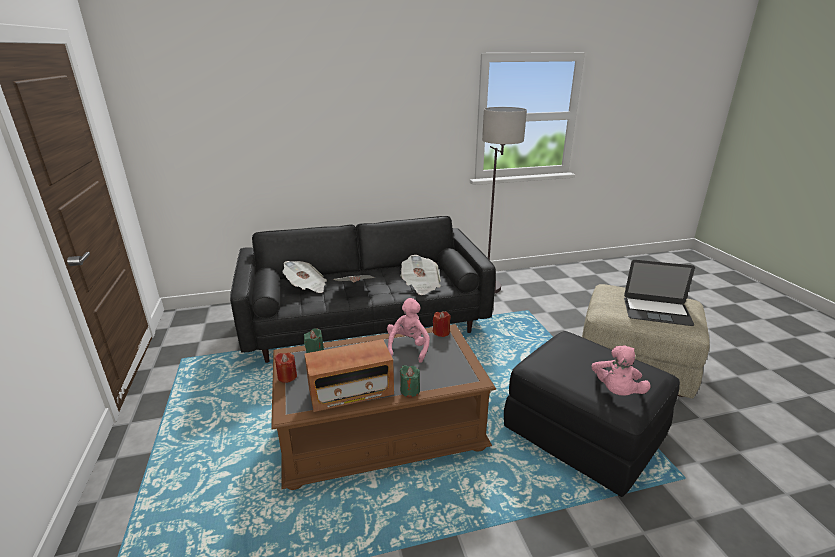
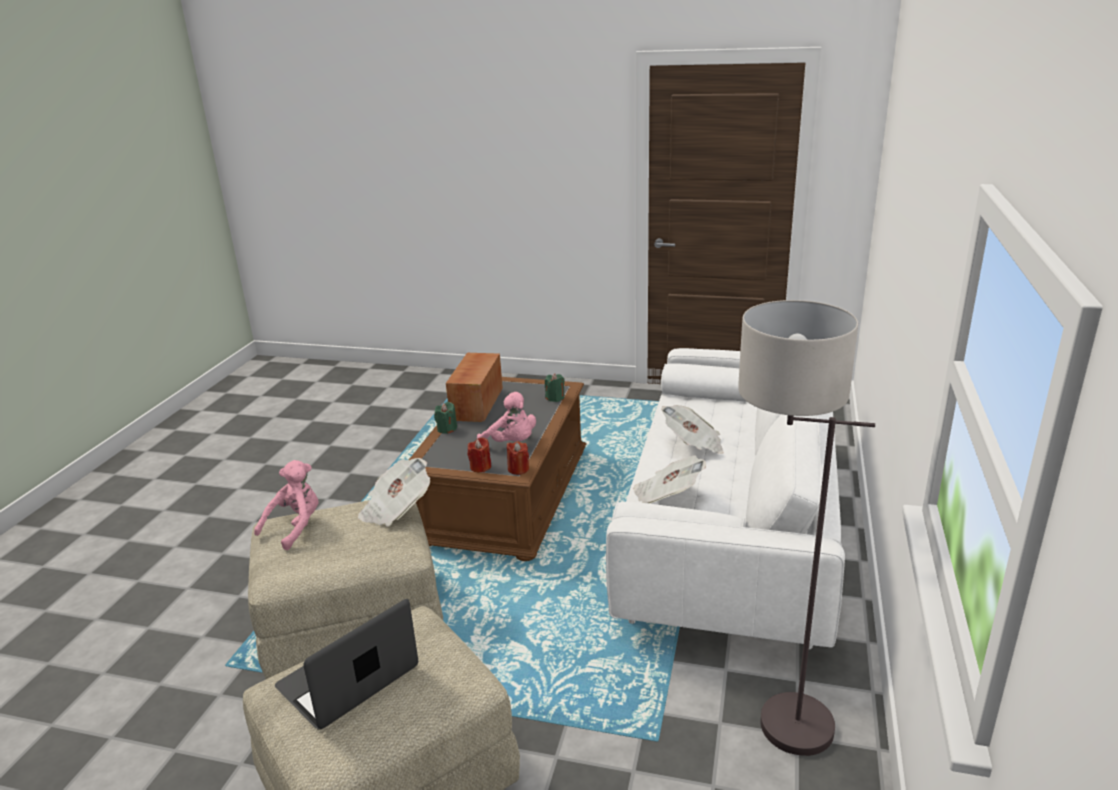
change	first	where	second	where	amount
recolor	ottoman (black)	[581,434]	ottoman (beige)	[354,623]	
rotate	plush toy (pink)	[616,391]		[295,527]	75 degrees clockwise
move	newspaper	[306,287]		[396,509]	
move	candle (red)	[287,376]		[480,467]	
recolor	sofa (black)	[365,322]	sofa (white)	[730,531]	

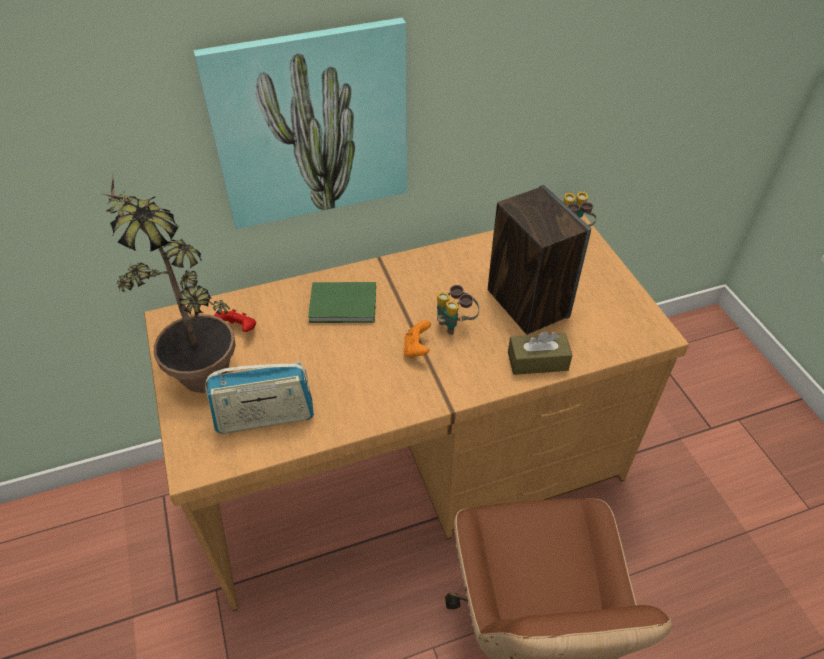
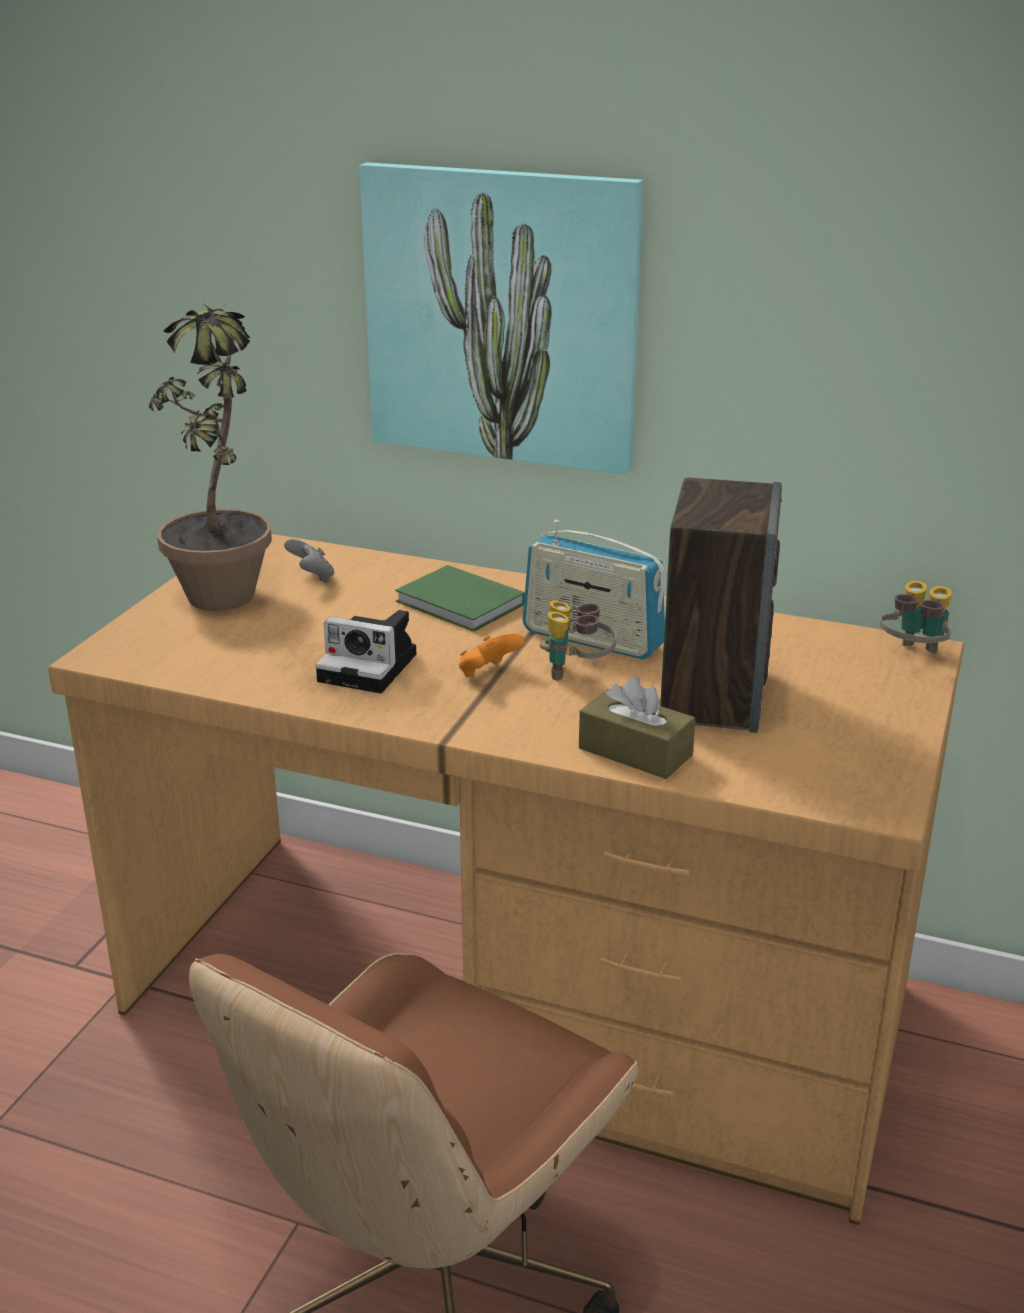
change	first	where	second	where	amount
recolor	game controller (red)	[239,329]	game controller (grey)	[312,577]	
insert			photo camera	[372,667]	
move	radio	[265,417]		[592,639]	

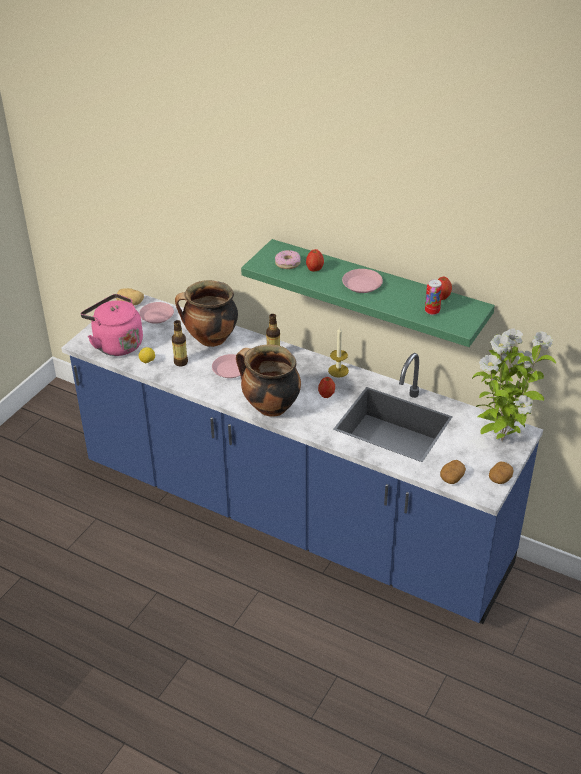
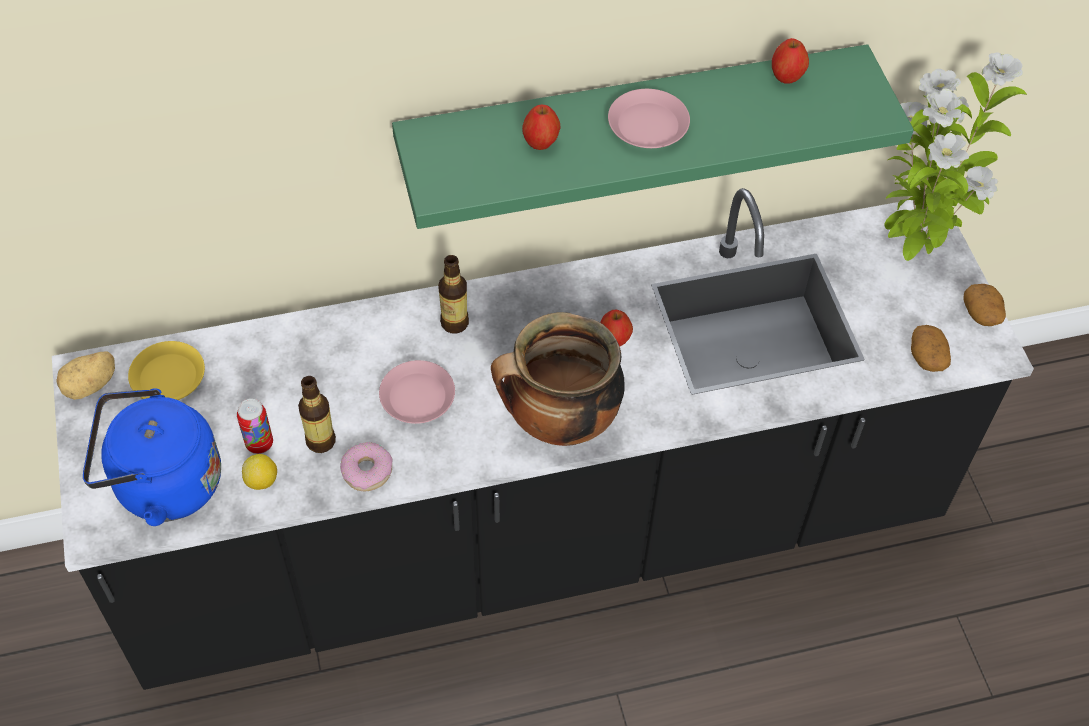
change	first	where	second	where	amount
recolor	counter (blue)	[292,517]	counter (black)	[539,540]	
recolor	kettle (pink)	[116,344]	kettle (blue)	[162,485]	
recolor	plate (pink)	[156,315]	plate (yellow)	[167,377]	
move	can	[432,311]		[259,444]	
move	donut	[287,263]		[367,471]	
delete	cooking pot	[210,340]			
delete	candle	[338,370]			

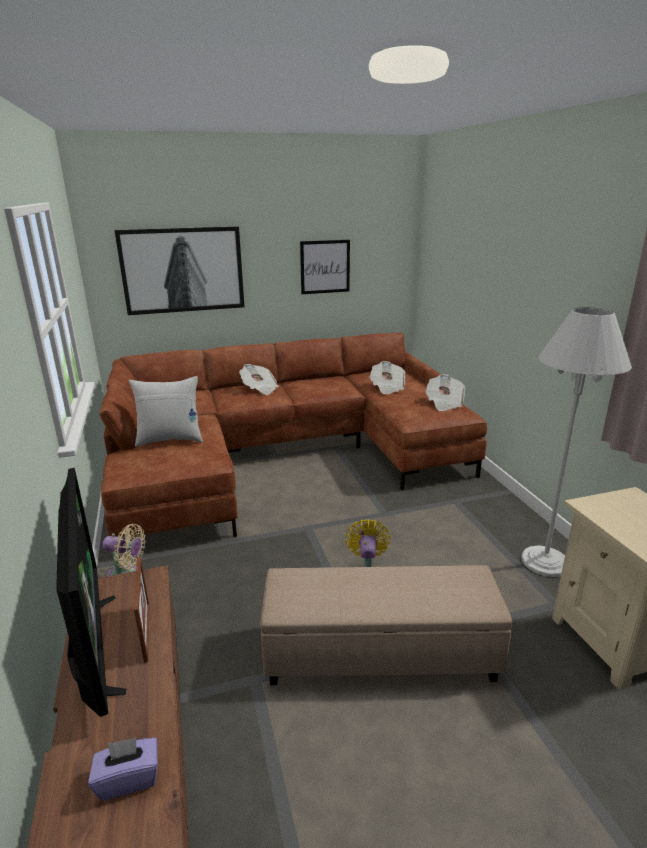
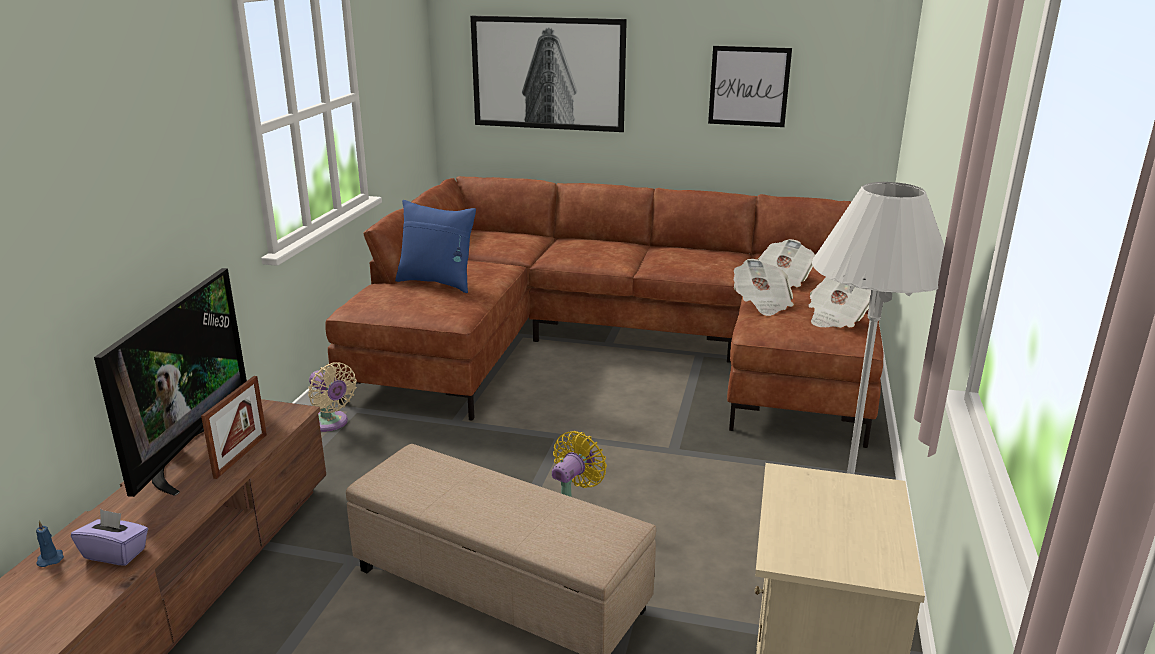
change	first	where	second	where	amount
insert			candle (blue)	[50,558]	
recolor	pillow (grey)	[170,440]	pillow (blue)	[436,283]	
move	newspaper	[259,389]		[761,303]	

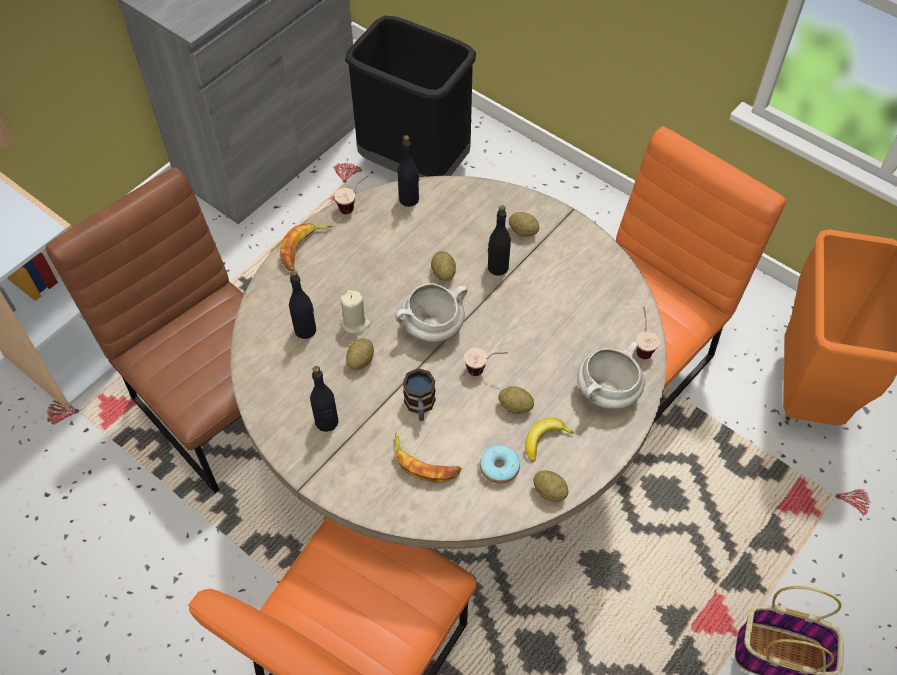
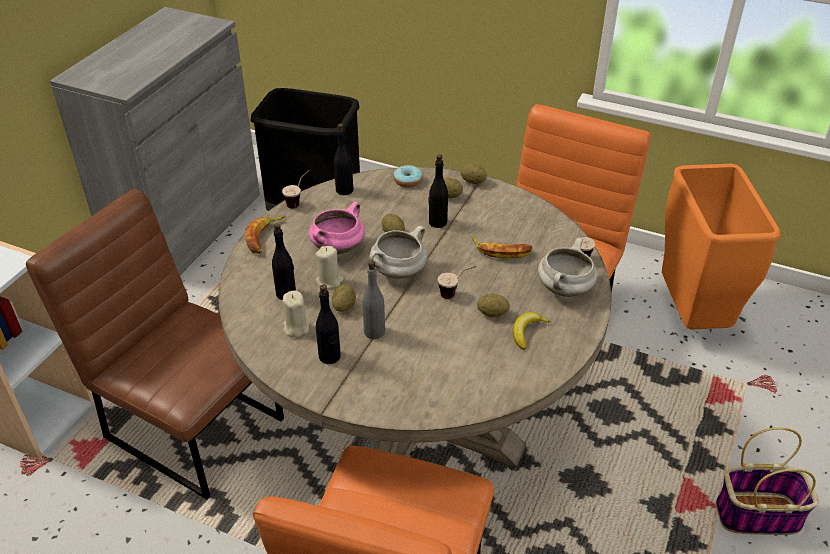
change	first	where	second	where	amount
insert			candle (beige)	[296,328]	
insert			cooking pot (pink)	[338,247]	
insert			bottle (grey)	[374,331]	
move	donut	[499,467]		[407,181]	
move	potato	[549,491]		[473,181]	
move	banana	[425,463]		[501,250]	
delete	mug	[420,406]			

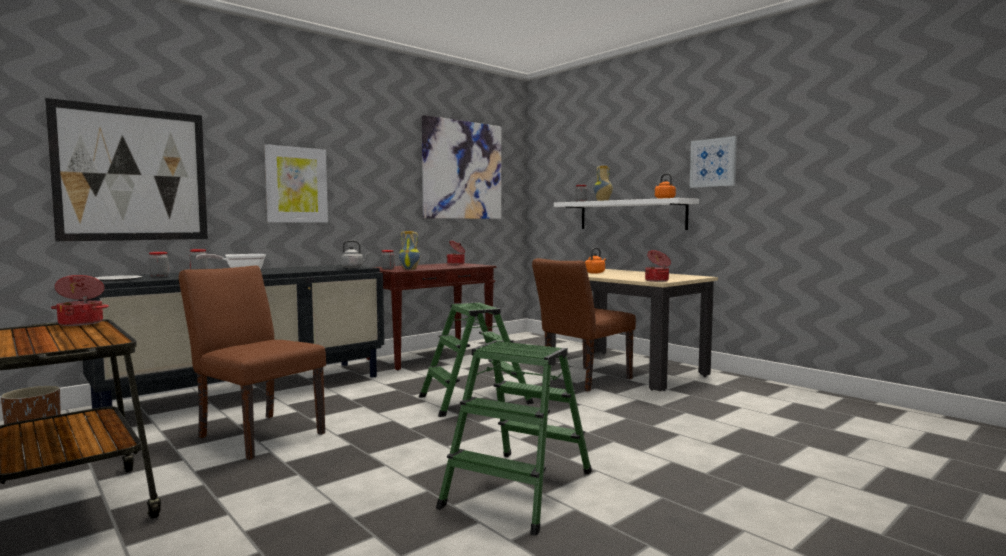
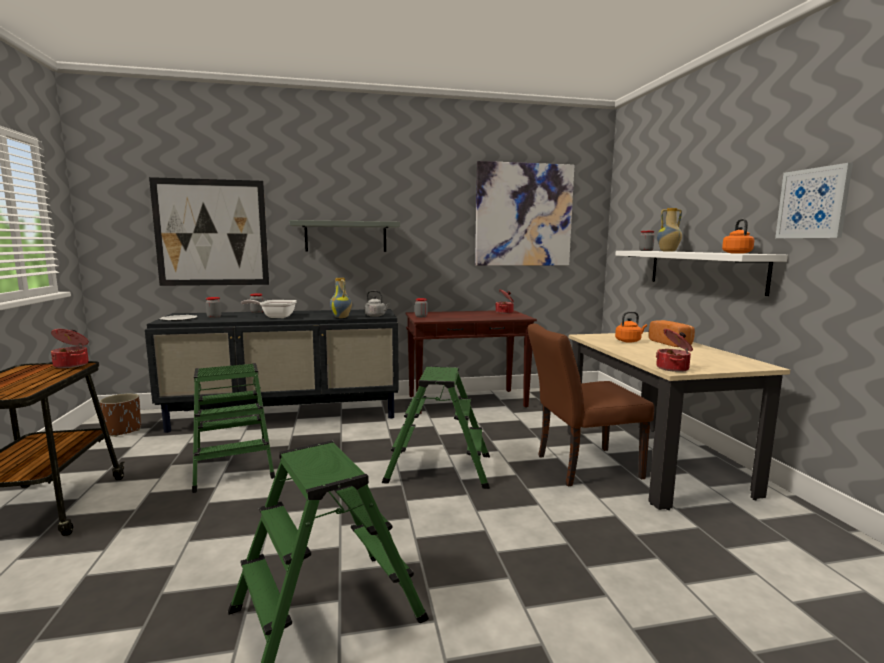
change	first	where	second	where	amount
replace	chair (brown)	[256,433]	step ladder (green)	[233,463]	
replace	picture	[296,185]	shelf (grey)	[346,236]	
move	vase	[410,269]		[342,317]	
insert			bread	[671,343]	

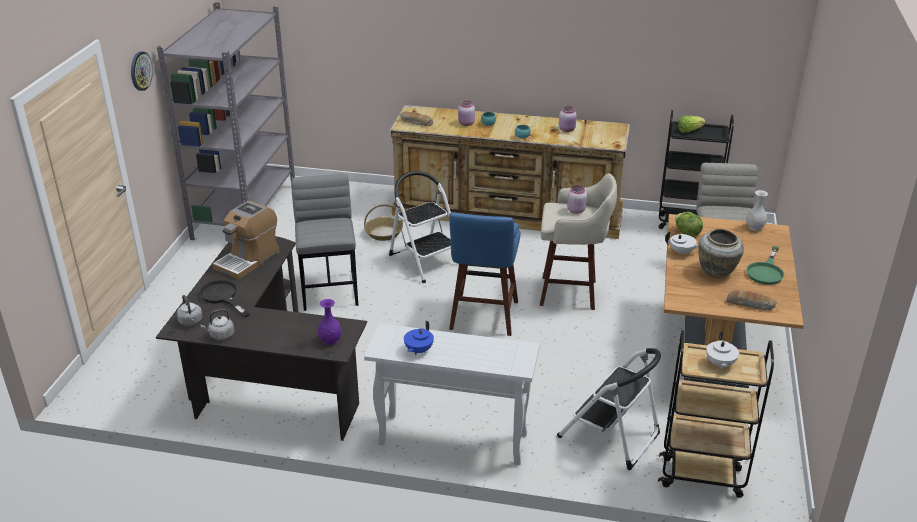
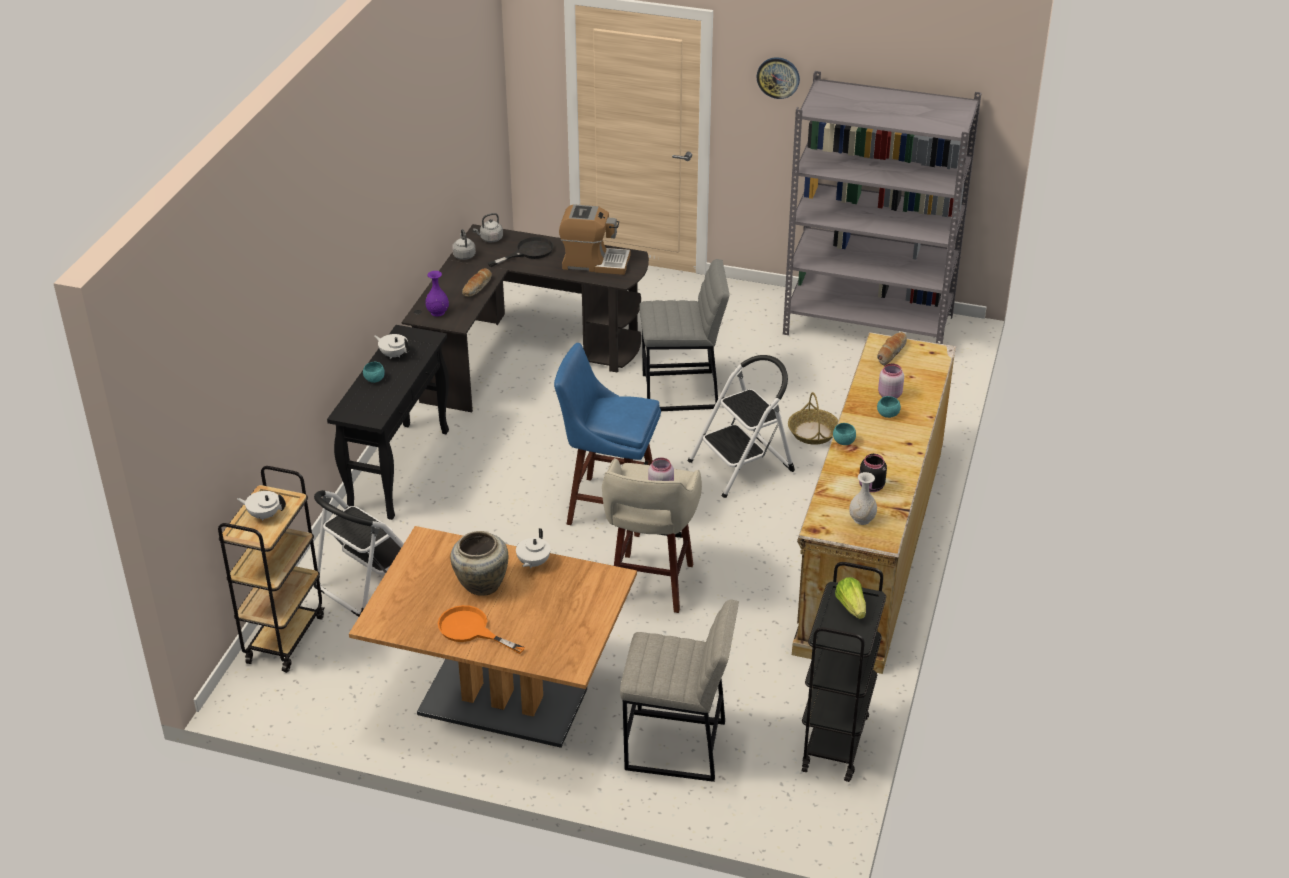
change	first	where	second	where	amount
recolor	console table (white)	[451,439]	console table (black)	[399,469]	
insert			bowl (turquoise)	[374,379]	
recolor	teapot (blue)	[418,350]	teapot (white)	[394,354]	
recolor	frying pan (green)	[766,271]	frying pan (orange)	[471,630]	
move	bread	[750,304]		[477,287]	
rotate	coffee machine	[248,260]		[594,262]	150 degrees clockwise
move	vase (white)	[754,227]		[862,519]	
recolor	jar (pink)	[567,129]	jar (black)	[871,487]	
delete	lettuce	[687,233]			

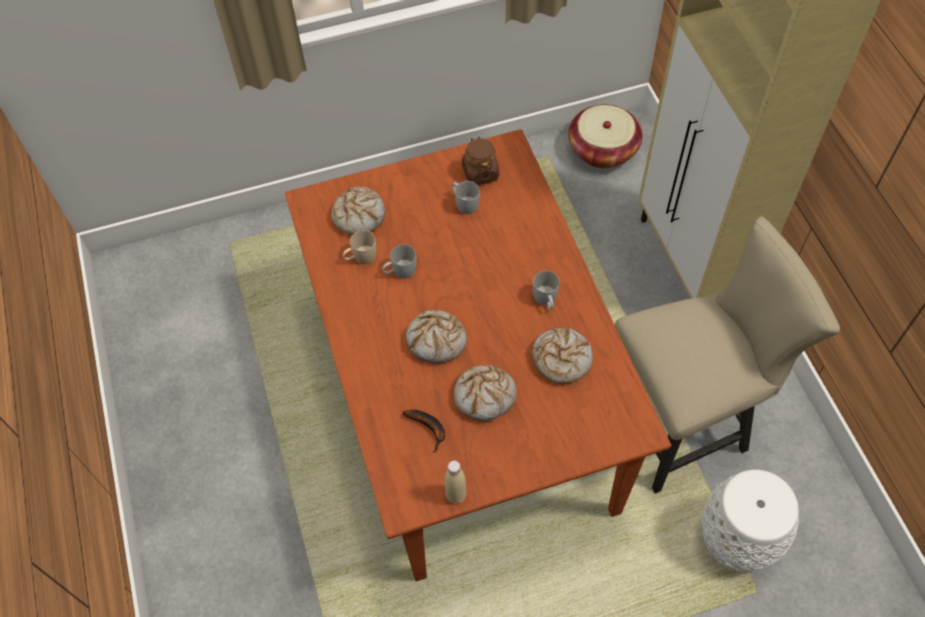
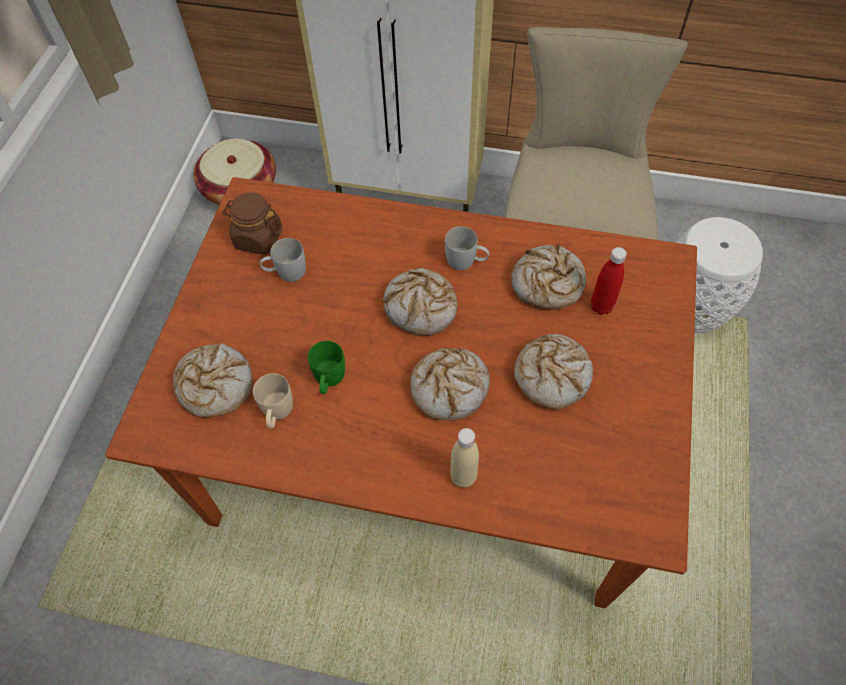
change	first	where	second	where	amount
recolor	mug (white)	[400,271]	mug (green)	[328,380]	
insert			bread	[421,308]	
move	bottle (beige)	[456,495]		[463,476]	
insert			bottle (red)	[601,307]	
delete	banana	[429,428]			

